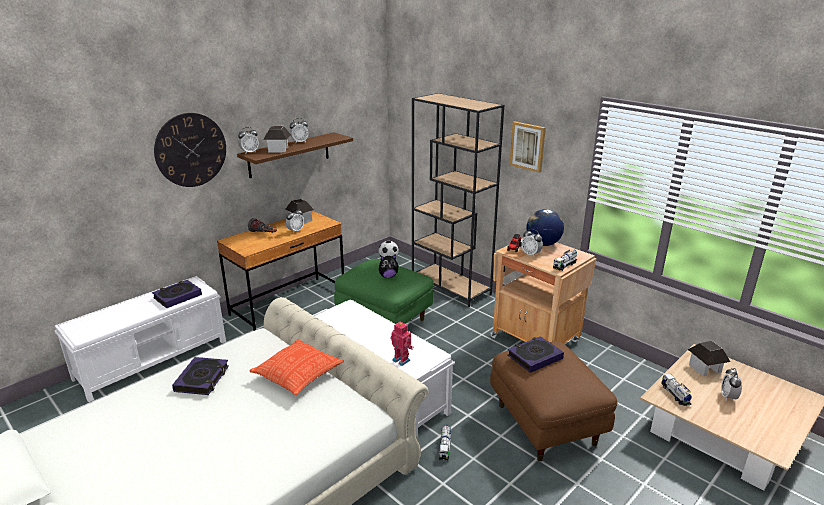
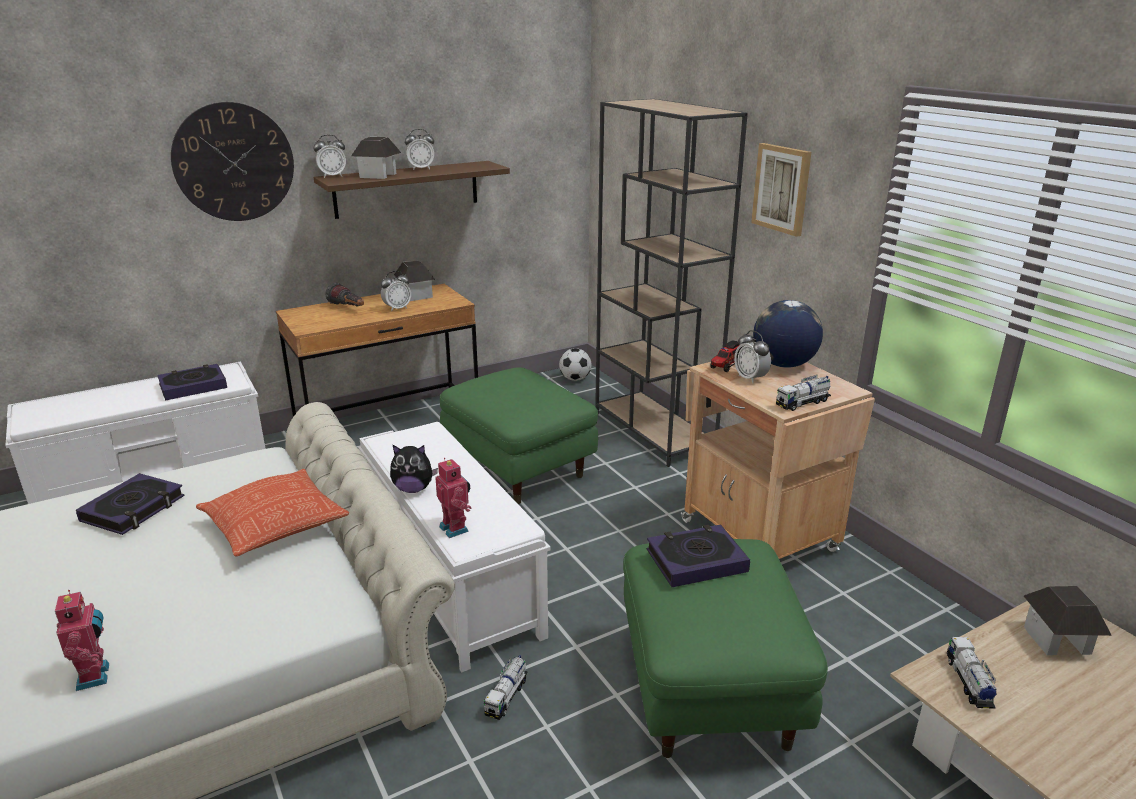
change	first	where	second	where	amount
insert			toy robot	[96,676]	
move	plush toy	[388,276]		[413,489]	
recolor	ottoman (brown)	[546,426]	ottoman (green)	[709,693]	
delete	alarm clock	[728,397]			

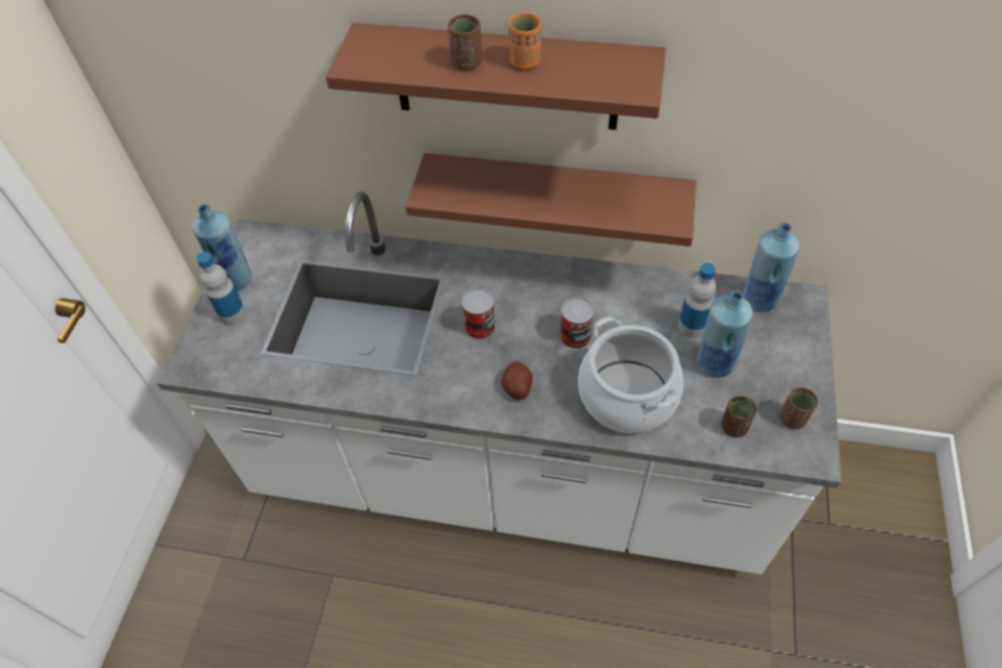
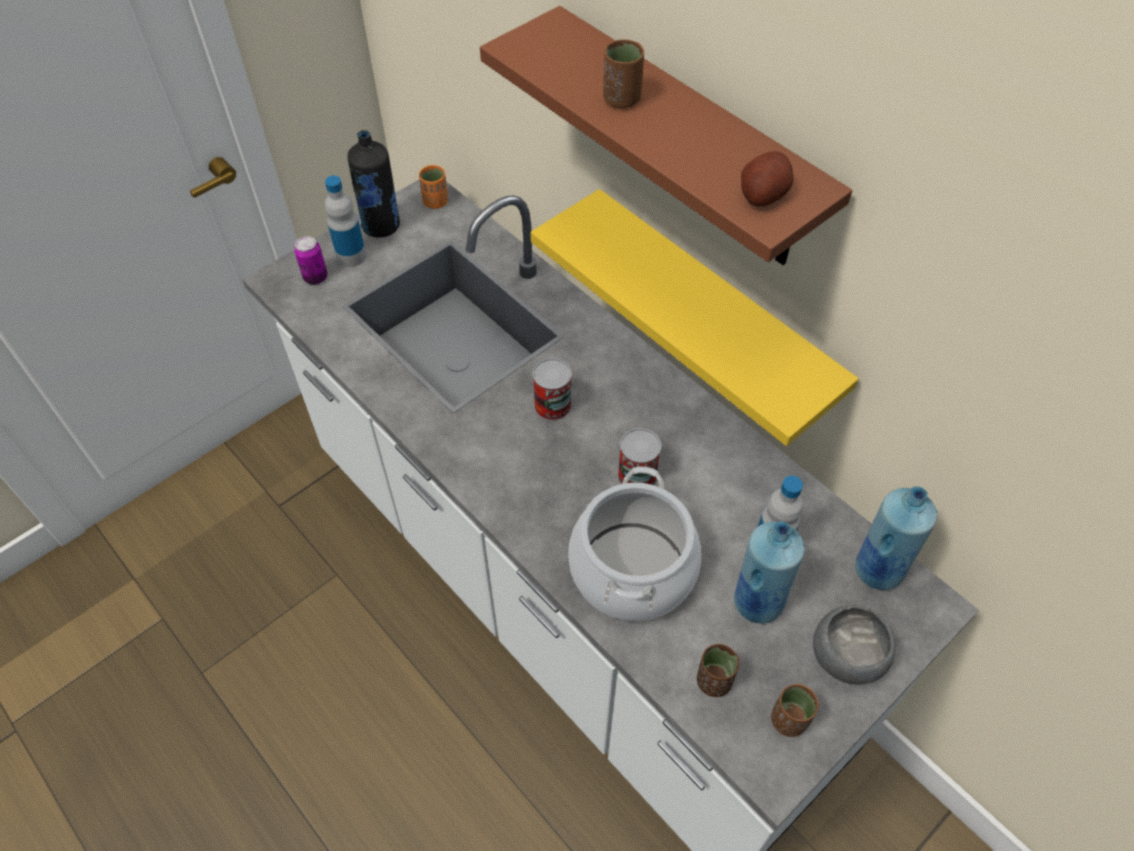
change	first	where	second	where	amount
insert			can	[315,277]	
recolor	bottle (blue)	[236,280]	bottle (black)	[381,226]	
move	cup (orange)	[525,62]		[435,202]	
recolor	shelf (brown)	[555,197]	shelf (yellow)	[712,314]	
move	potato	[517,387]		[763,195]	
insert			bowl (grey)	[848,658]	

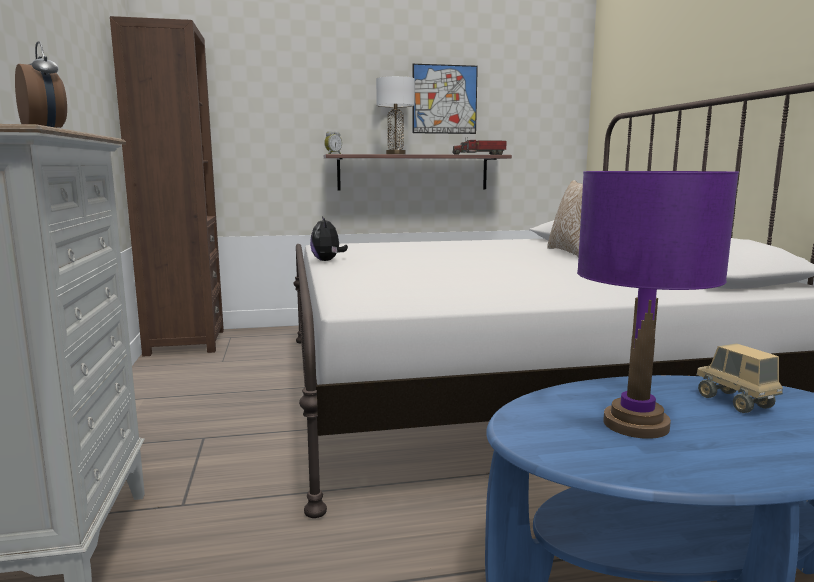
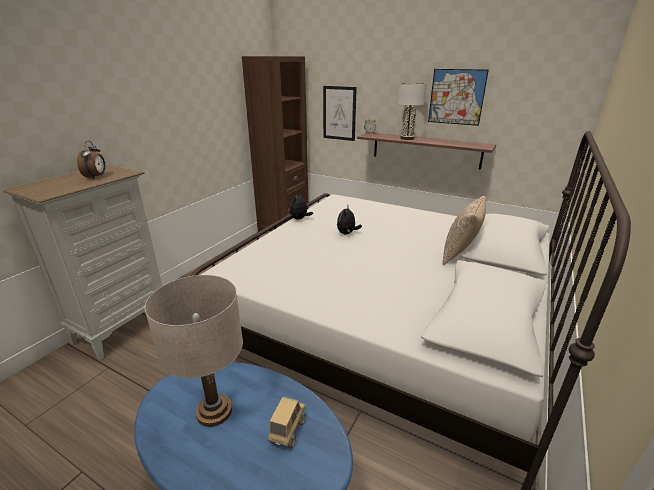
change	first	where	second	where	amount
recolor	table lamp (purple)	[636,424]	table lamp (beige)	[214,411]	
insert			picture	[339,113]	
insert			plush toy	[347,233]	
delete	toy truck	[480,154]			

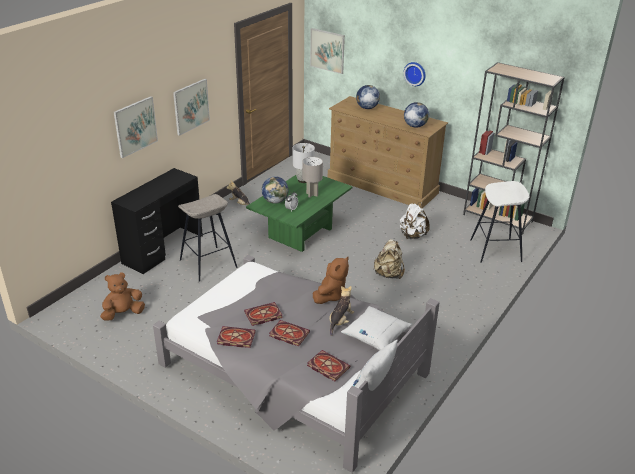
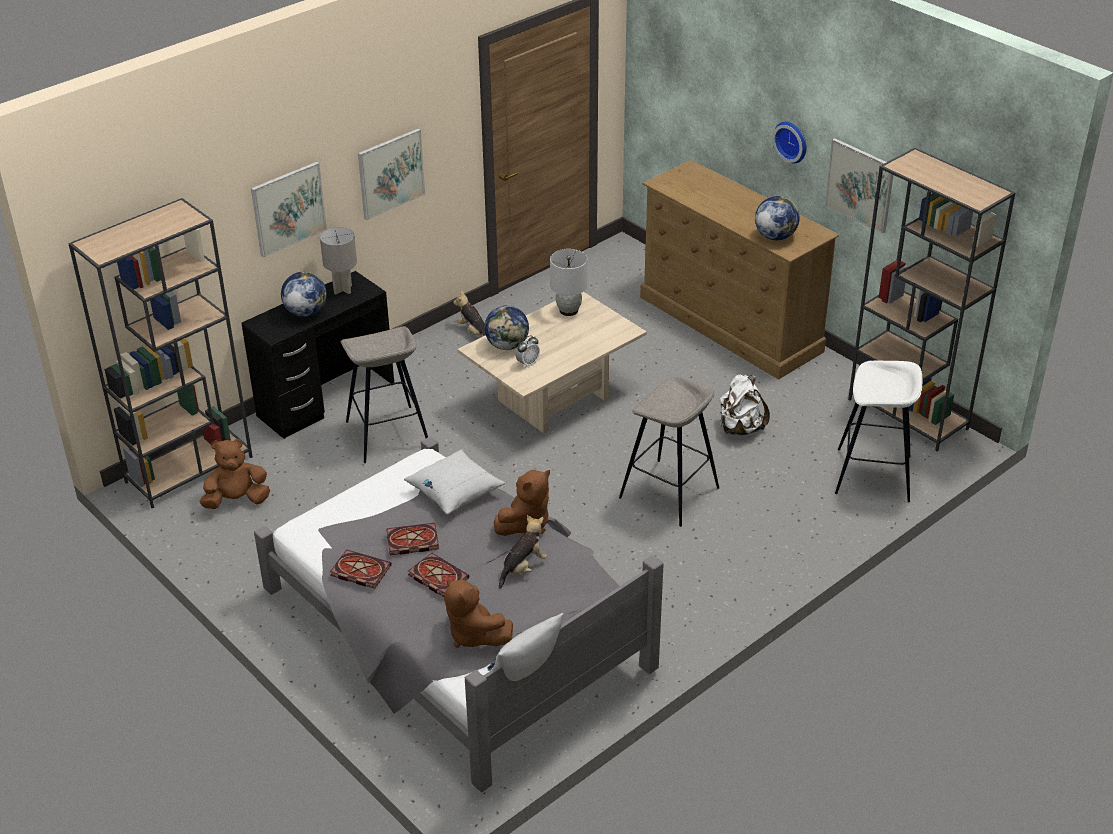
change	first	where	second	where	amount
insert			bookcase	[189,469]	
move	globe	[367,108]		[306,312]	
move	table lamp (grey)	[311,194]		[342,289]	
move	pillow (grey)	[376,336]		[455,492]	
replace	book	[327,366]	plush toy (brown)	[474,635]	
recolor	coffee table (green)	[300,233]	coffee table (beige)	[553,399]	
replace	backpack (beige)	[388,274]	stool (grey)	[669,493]	
move	picture	[327,50]		[860,185]	

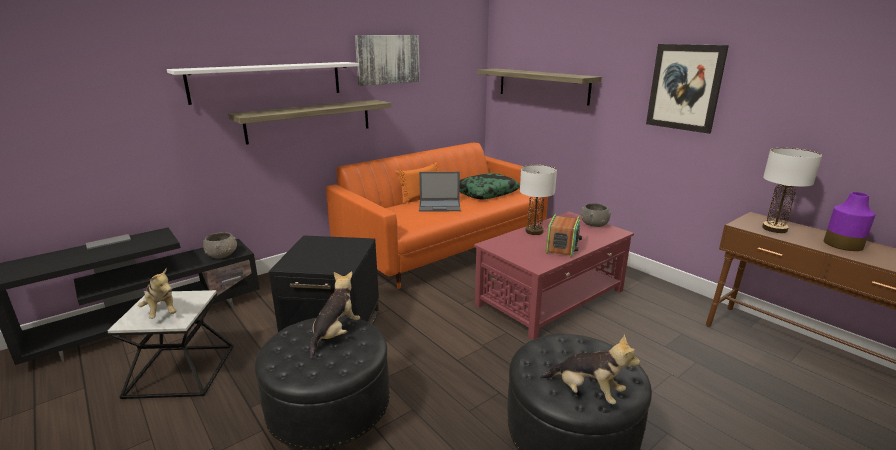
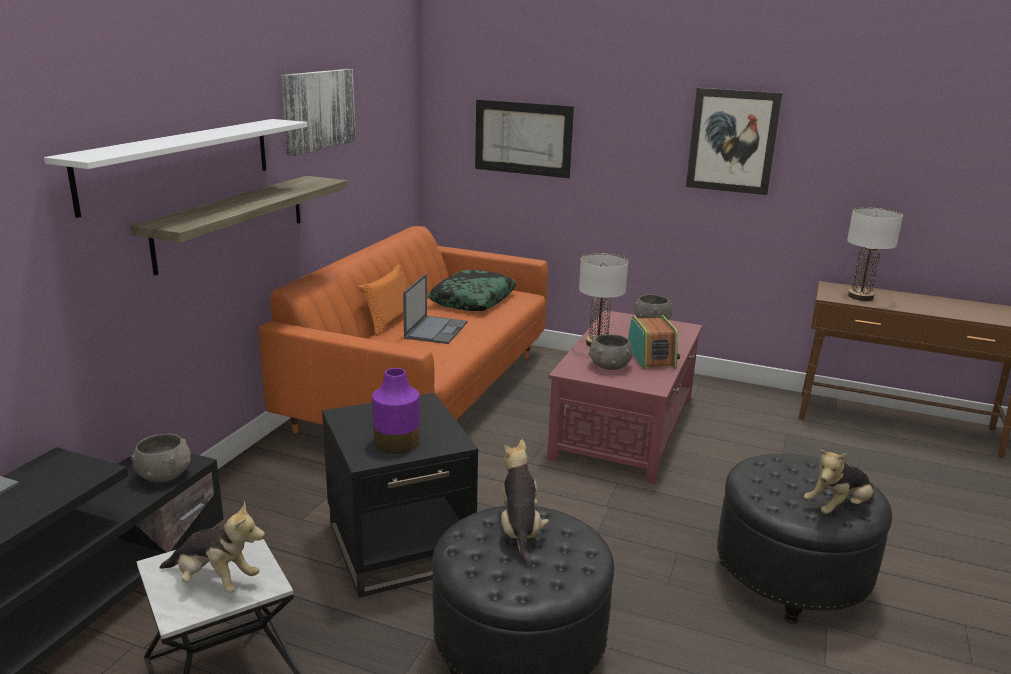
change	first	where	second	where	amount
move	vase (purple)	[843,244]		[397,441]	
rotate	laptop	[440,206]		[436,330]	45 degrees counterclockwise
replace	shelf	[542,85]	picture	[523,138]	
insert			bowl (grey)	[609,366]	
rotate	plush toy	[586,392]		[838,508]	150 degrees clockwise

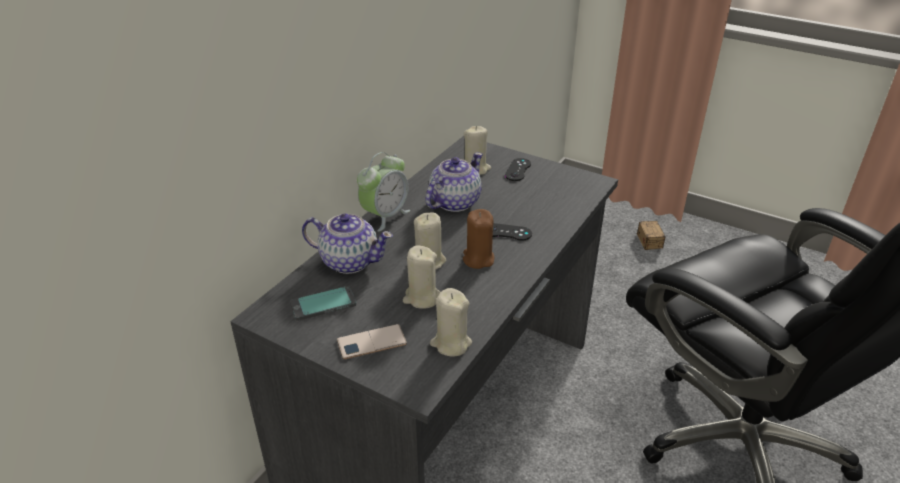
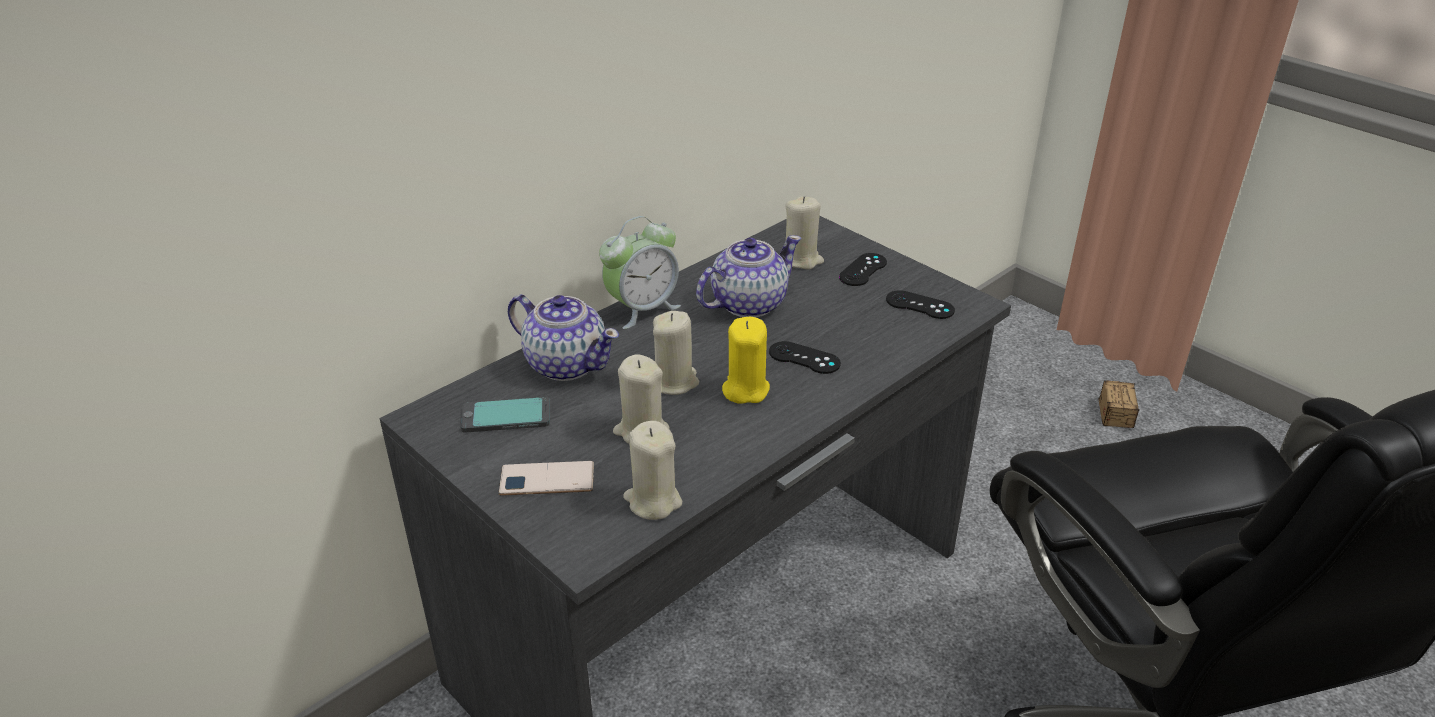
change	first	where	second	where	amount
recolor	candle (brown)	[478,259]	candle (yellow)	[745,389]	
insert			game controller (black)	[920,305]	

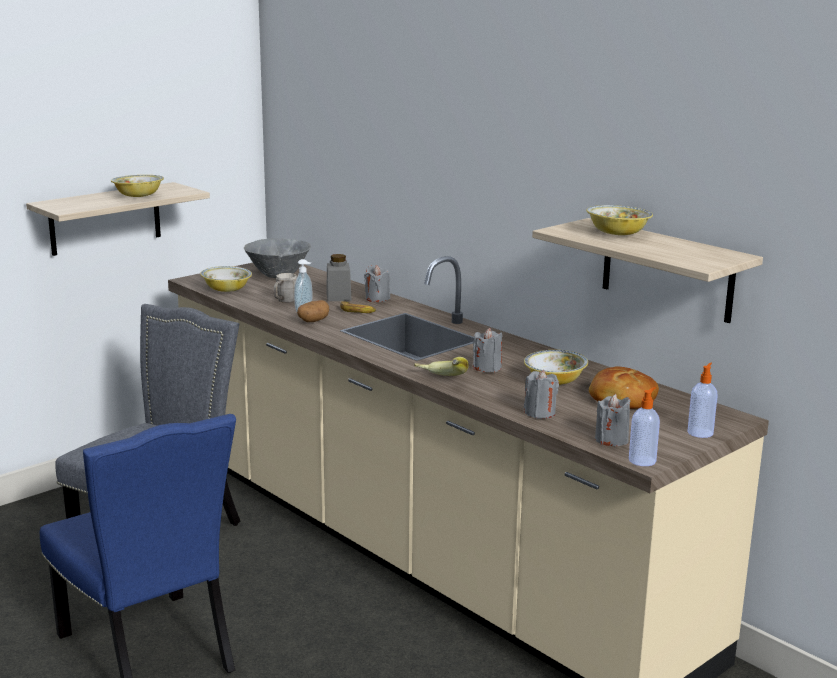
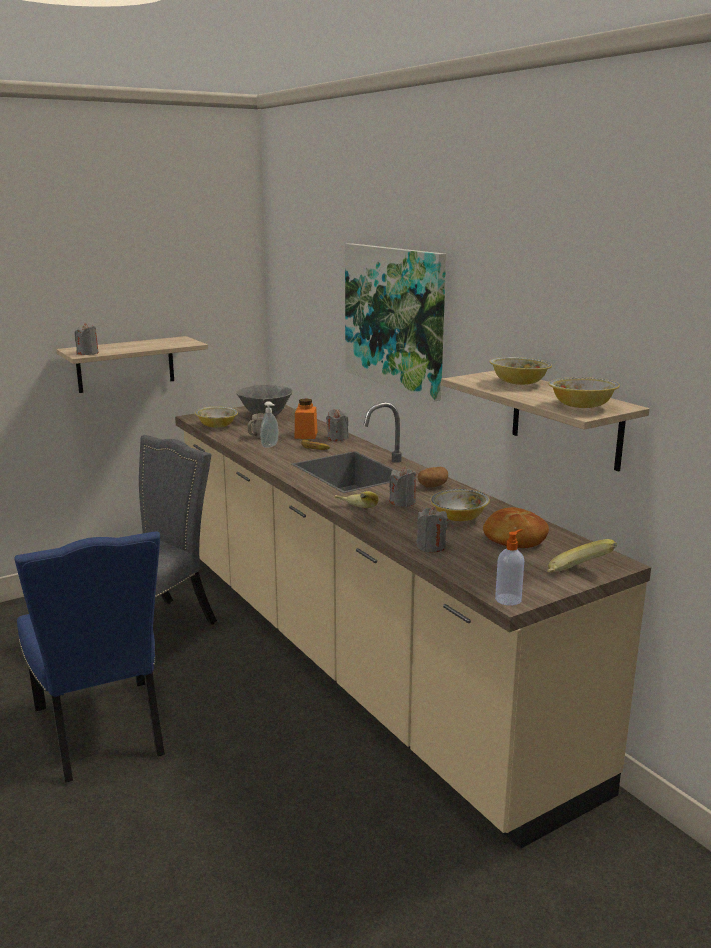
change	first	where	second	where	amount
move	candle (grey)	[611,440]		[88,353]	
recolor	jar (grey)	[338,296]	jar (orange)	[306,435]	
insert			picture	[395,317]	
move	potato	[313,321]		[432,486]	
replace	soap dispenser	[700,432]	banana	[577,575]	
move	bowl	[138,196]		[581,406]	

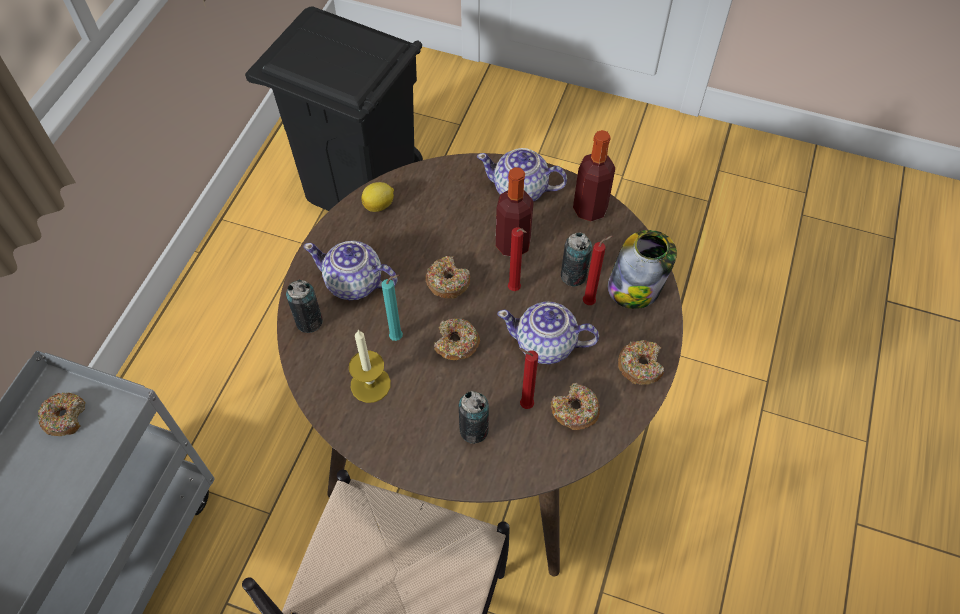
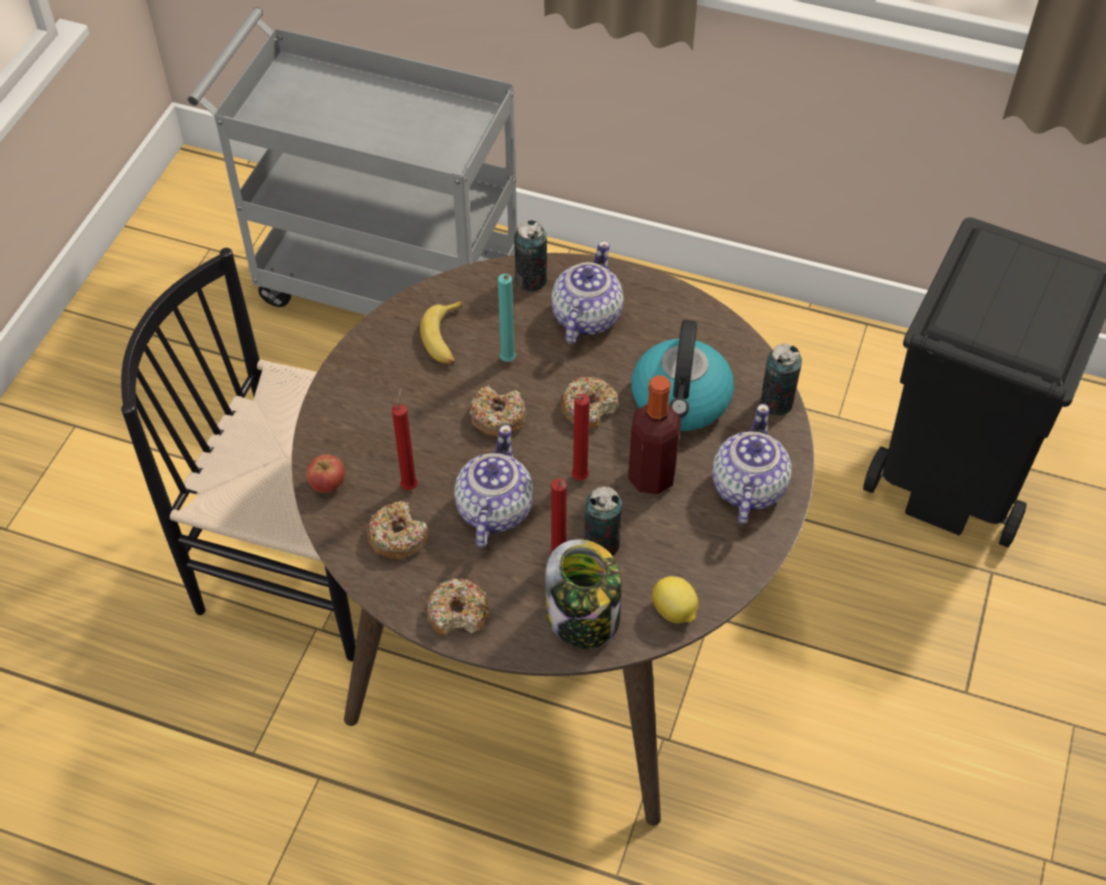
change	first	where	second	where	amount
insert			apple	[328,484]	
replace	candle	[370,384]	banana	[445,339]	
insert			kettle	[681,401]	
move	lemon	[379,205]		[674,612]	
move	can	[474,430]		[776,403]	
delete	donut	[65,417]			
delete	bottle	[590,209]			

